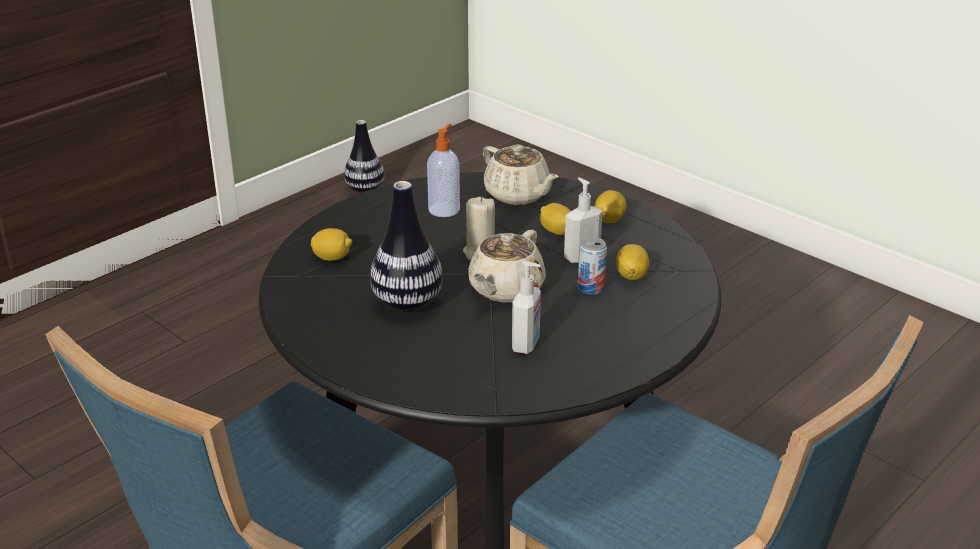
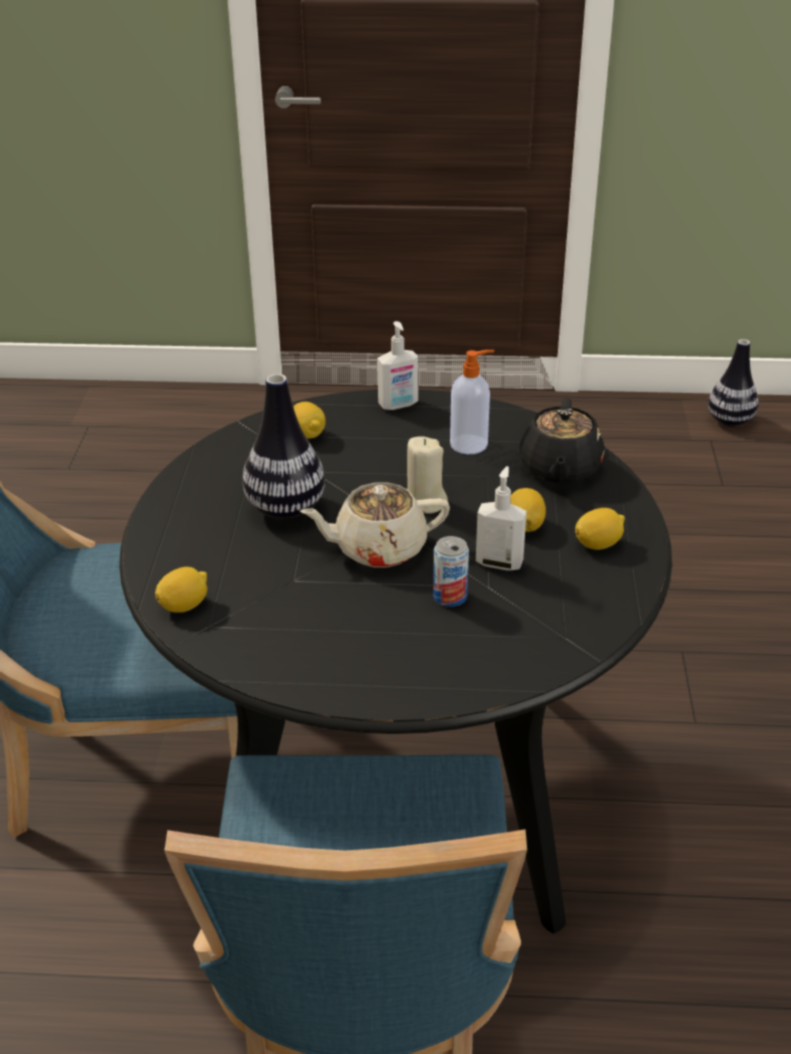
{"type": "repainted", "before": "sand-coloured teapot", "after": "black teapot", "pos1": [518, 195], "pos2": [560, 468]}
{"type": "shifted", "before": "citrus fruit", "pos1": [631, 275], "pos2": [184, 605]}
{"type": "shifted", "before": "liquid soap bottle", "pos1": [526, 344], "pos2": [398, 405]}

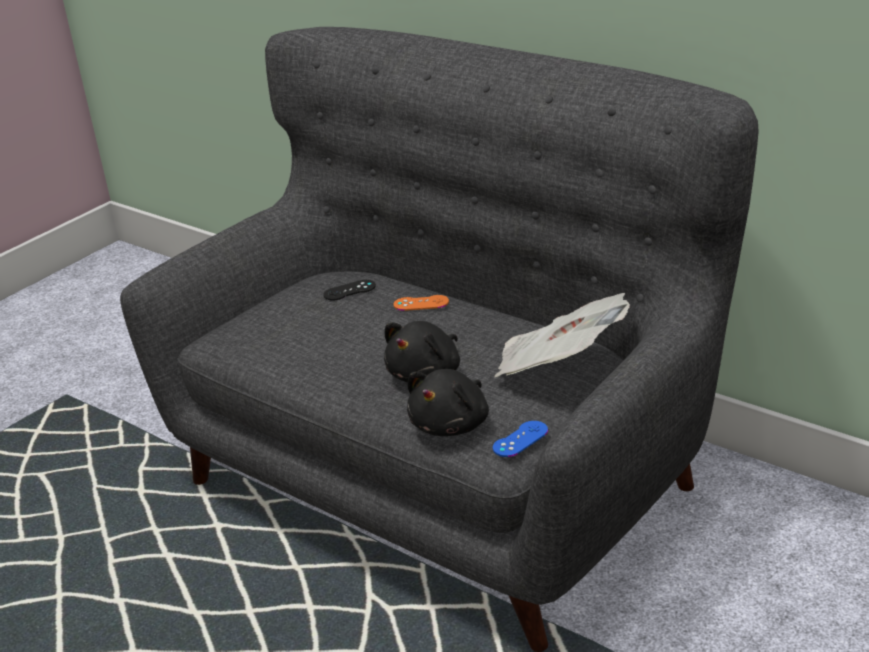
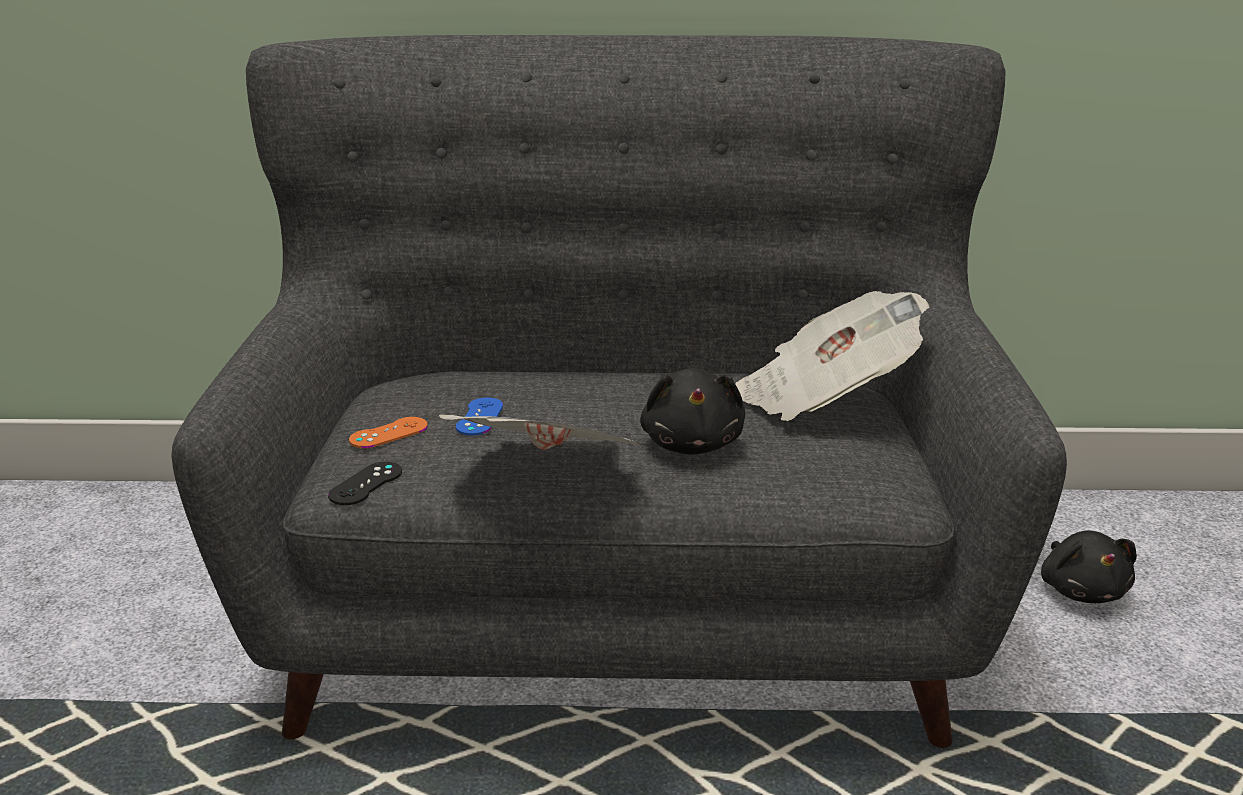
{"type": "shifted", "before": "black gamepad", "pos1": [349, 290], "pos2": [366, 484]}
{"type": "shifted", "before": "orange gamepad", "pos1": [421, 303], "pos2": [388, 433]}
{"type": "shifted", "before": "black cuddly toy", "pos1": [452, 425], "pos2": [1082, 590]}
{"type": "shifted", "before": "bluish gamepad", "pos1": [520, 439], "pos2": [479, 417]}
{"type": "new", "after": "newspaper", "pos2": [550, 478]}

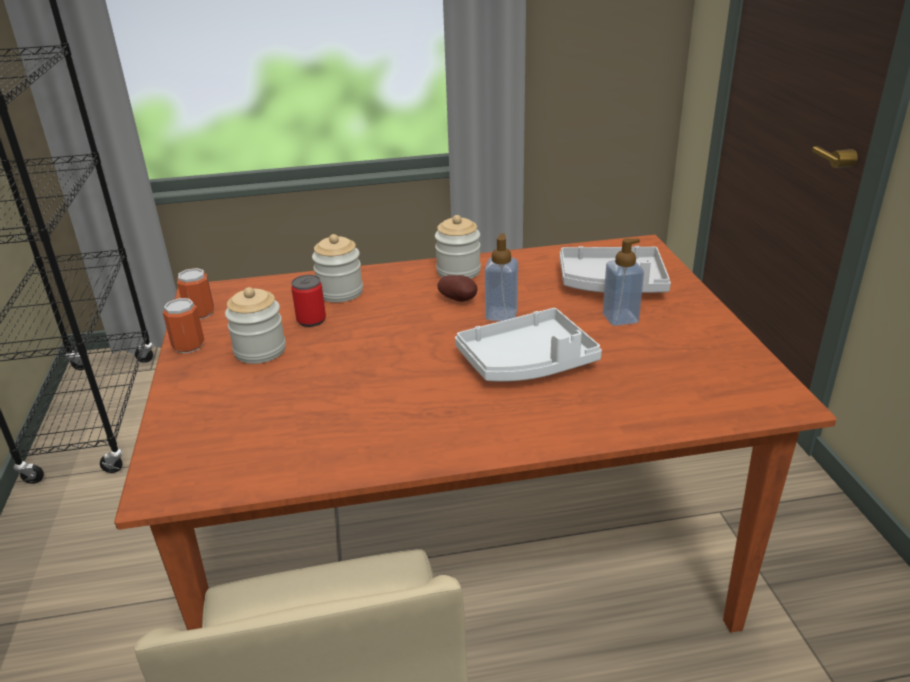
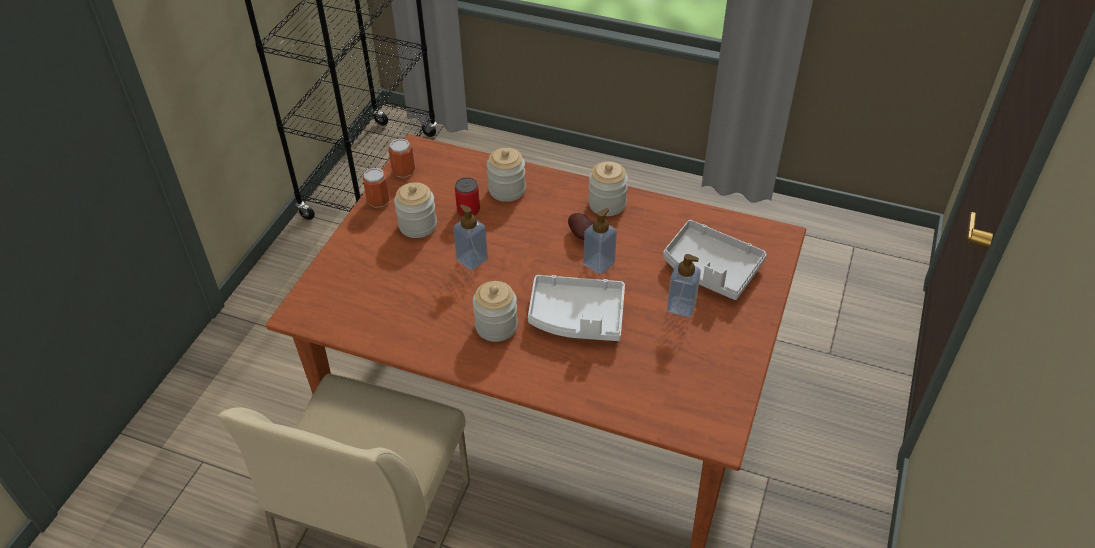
{"type": "new", "after": "liquid soap bottle", "pos2": [472, 260]}
{"type": "new", "after": "jar", "pos2": [496, 326]}

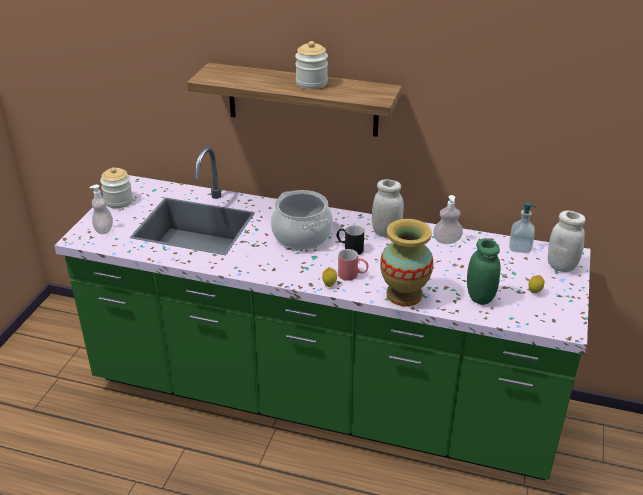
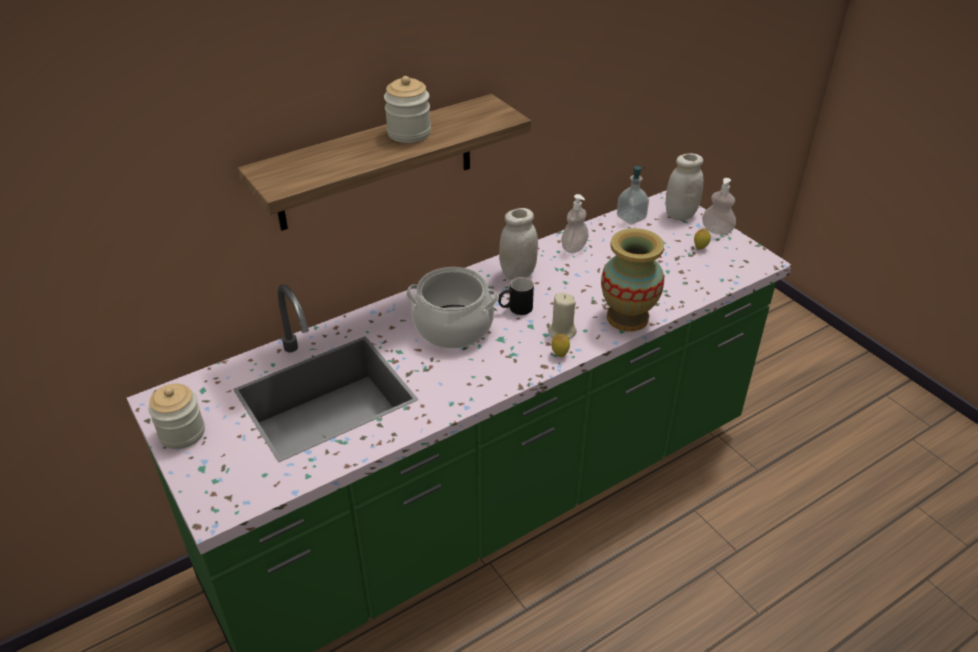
{"type": "shifted", "before": "liquid soap bottle", "pos1": [104, 229], "pos2": [716, 230]}
{"type": "gone", "before": "greenish jar", "pos1": [480, 297]}
{"type": "swapped", "before": "red-coloured mug", "after": "sand-coloured wax light", "pos1": [352, 275], "pos2": [561, 331]}

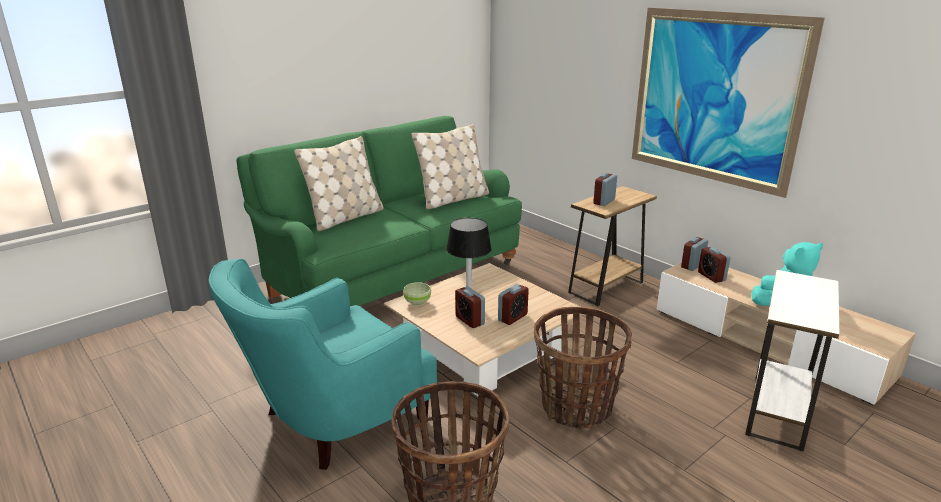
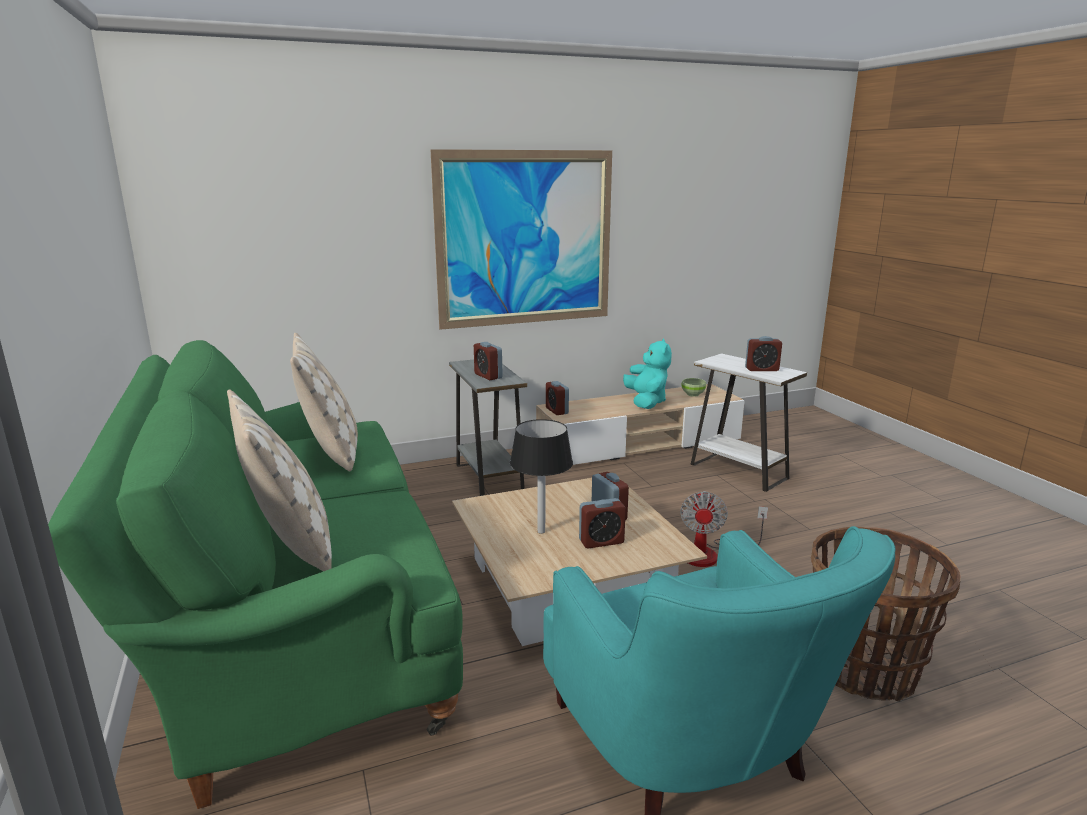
{"type": "repainted", "before": "brownish end table", "after": "grey end table", "pos1": [606, 287], "pos2": [489, 479]}
{"type": "shifted", "before": "table clock", "pos1": [711, 276], "pos2": [761, 369]}
{"type": "shifted", "before": "greenish serving bowl", "pos1": [417, 302], "pos2": [692, 394]}
{"type": "swapped", "before": "storage basket", "after": "cooling fan", "pos1": [576, 408], "pos2": [710, 554]}

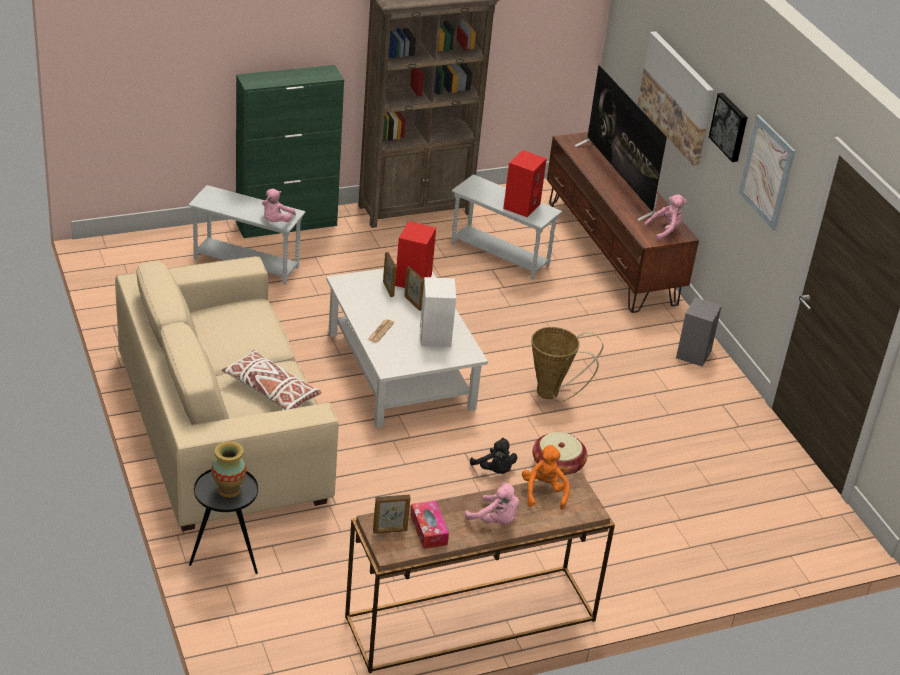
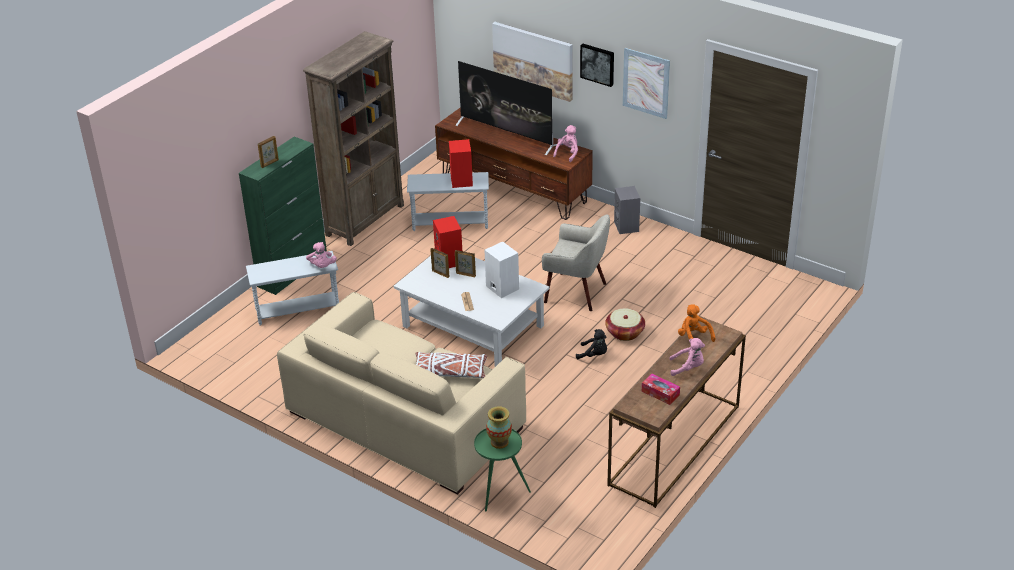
{"type": "swapped", "before": "storage basket", "after": "sand-coloured easy chair", "pos1": [553, 394], "pos2": [576, 292]}
{"type": "repainted", "before": "black end table", "after": "greenish end table", "pos1": [226, 555], "pos2": [499, 492]}
{"type": "shifted", "before": "picture frame", "pos1": [390, 531], "pos2": [270, 163]}

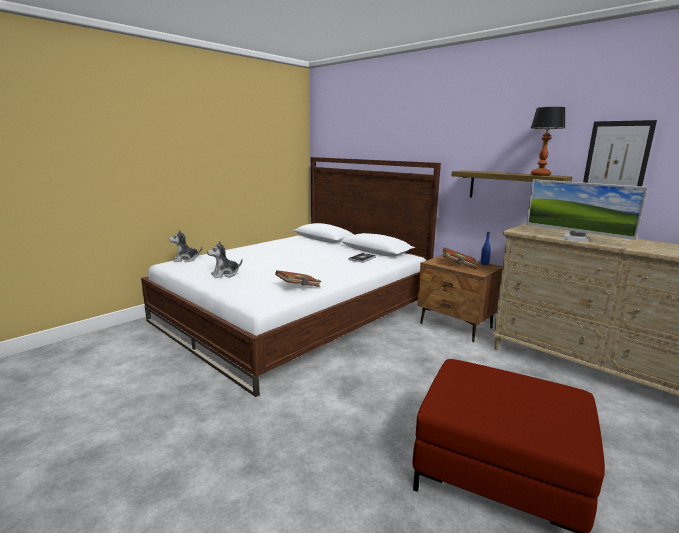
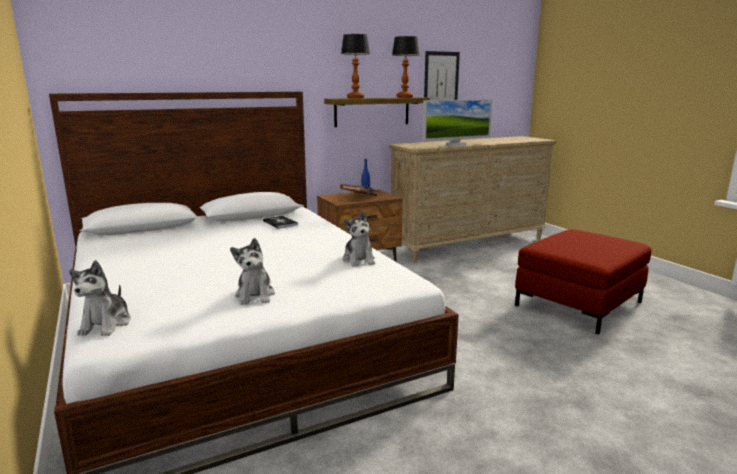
{"type": "swapped", "before": "brownish book", "after": "cuddly toy", "pos1": [298, 286], "pos2": [359, 260]}
{"type": "new", "after": "table lamp", "pos2": [355, 98]}

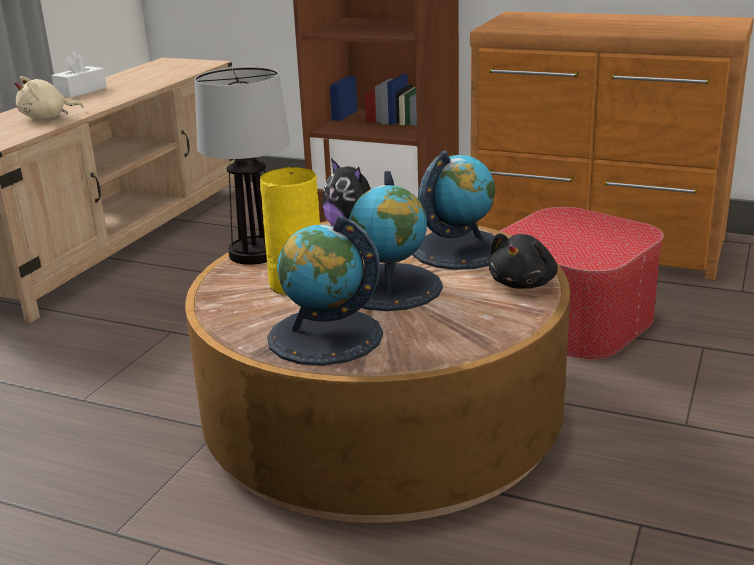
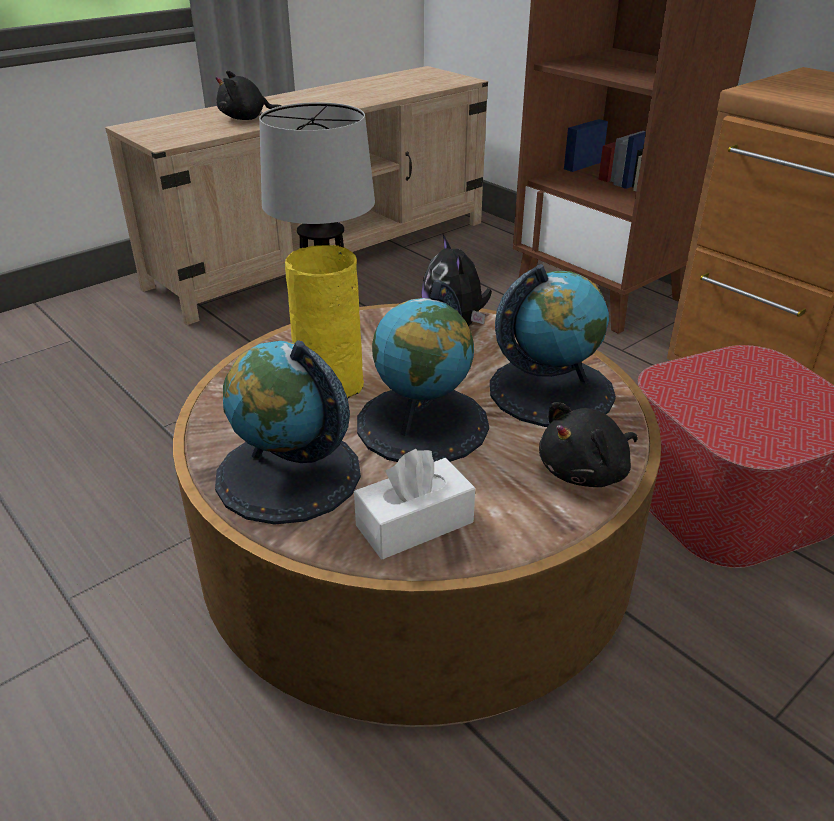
{"type": "shifted", "before": "whitish tissue box", "pos1": [81, 91], "pos2": [414, 524]}
{"type": "repainted", "before": "sand-coloured cuddly toy", "after": "black cuddly toy", "pos1": [47, 117], "pos2": [247, 118]}

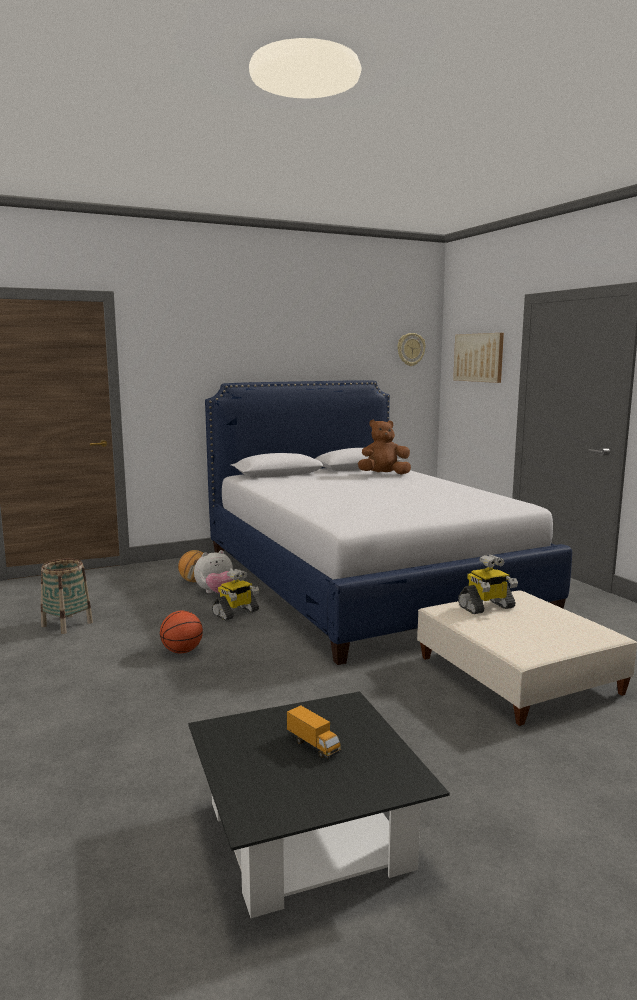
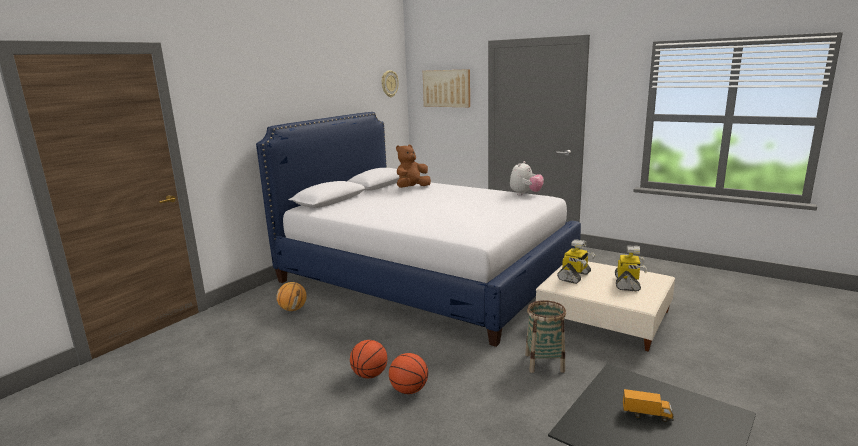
{"type": "shifted", "before": "cuddly toy", "pos1": [216, 593], "pos2": [525, 194]}
{"type": "shifted", "before": "storage basket", "pos1": [67, 624], "pos2": [544, 363]}
{"type": "shifted", "before": "robot figure", "pos1": [236, 613], "pos2": [627, 284]}
{"type": "new", "after": "ball for basketball", "pos2": [409, 390]}

